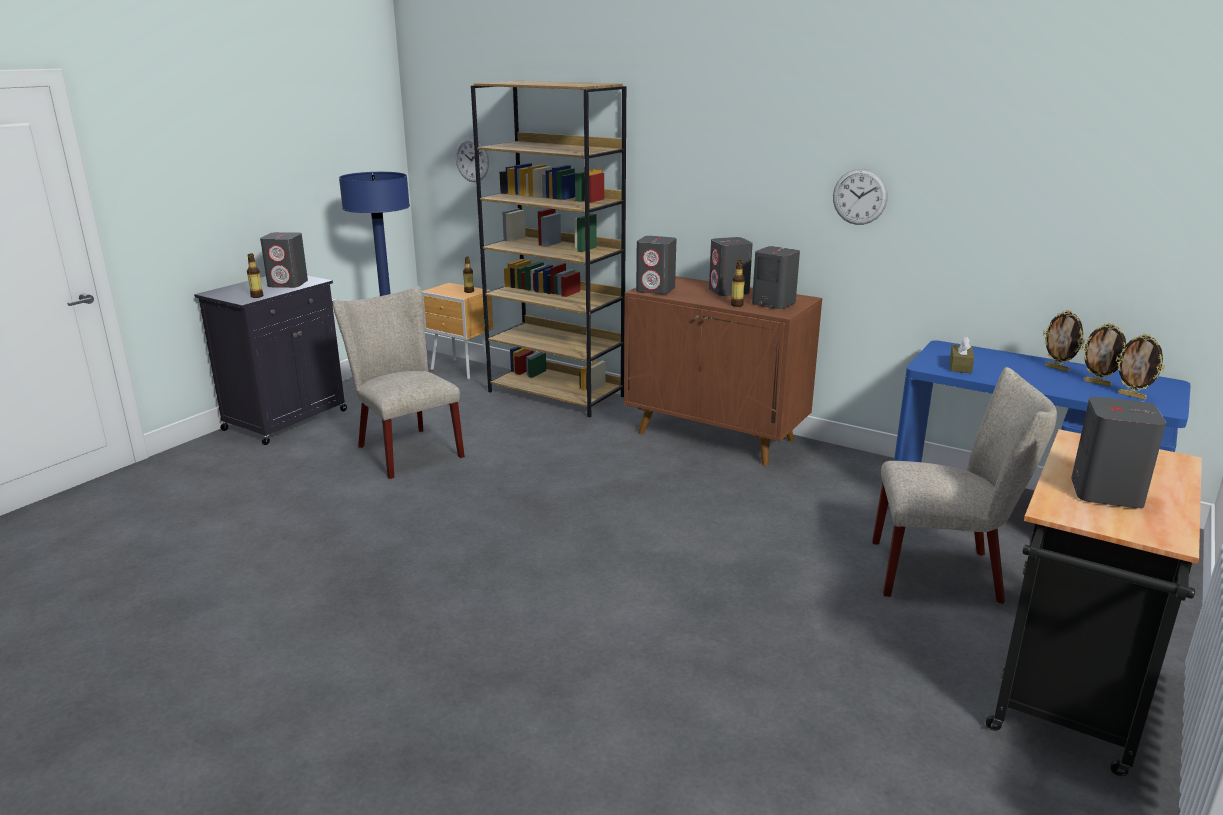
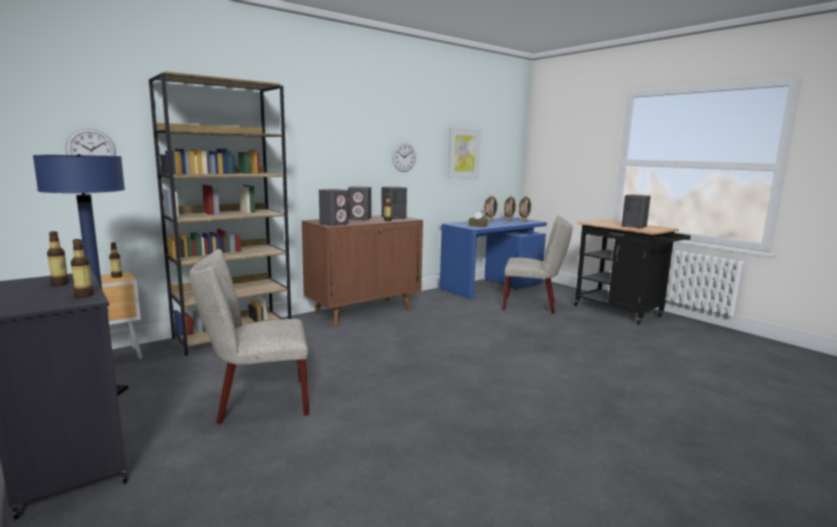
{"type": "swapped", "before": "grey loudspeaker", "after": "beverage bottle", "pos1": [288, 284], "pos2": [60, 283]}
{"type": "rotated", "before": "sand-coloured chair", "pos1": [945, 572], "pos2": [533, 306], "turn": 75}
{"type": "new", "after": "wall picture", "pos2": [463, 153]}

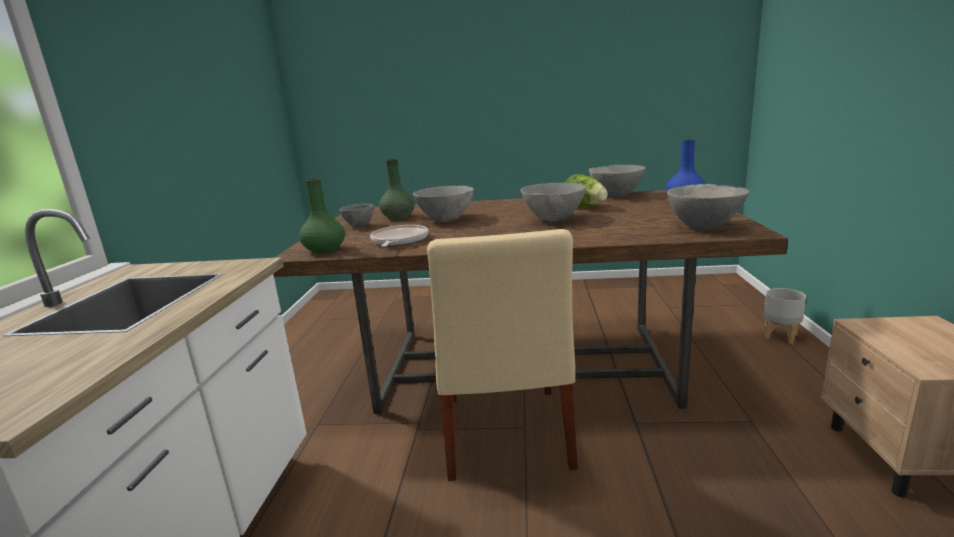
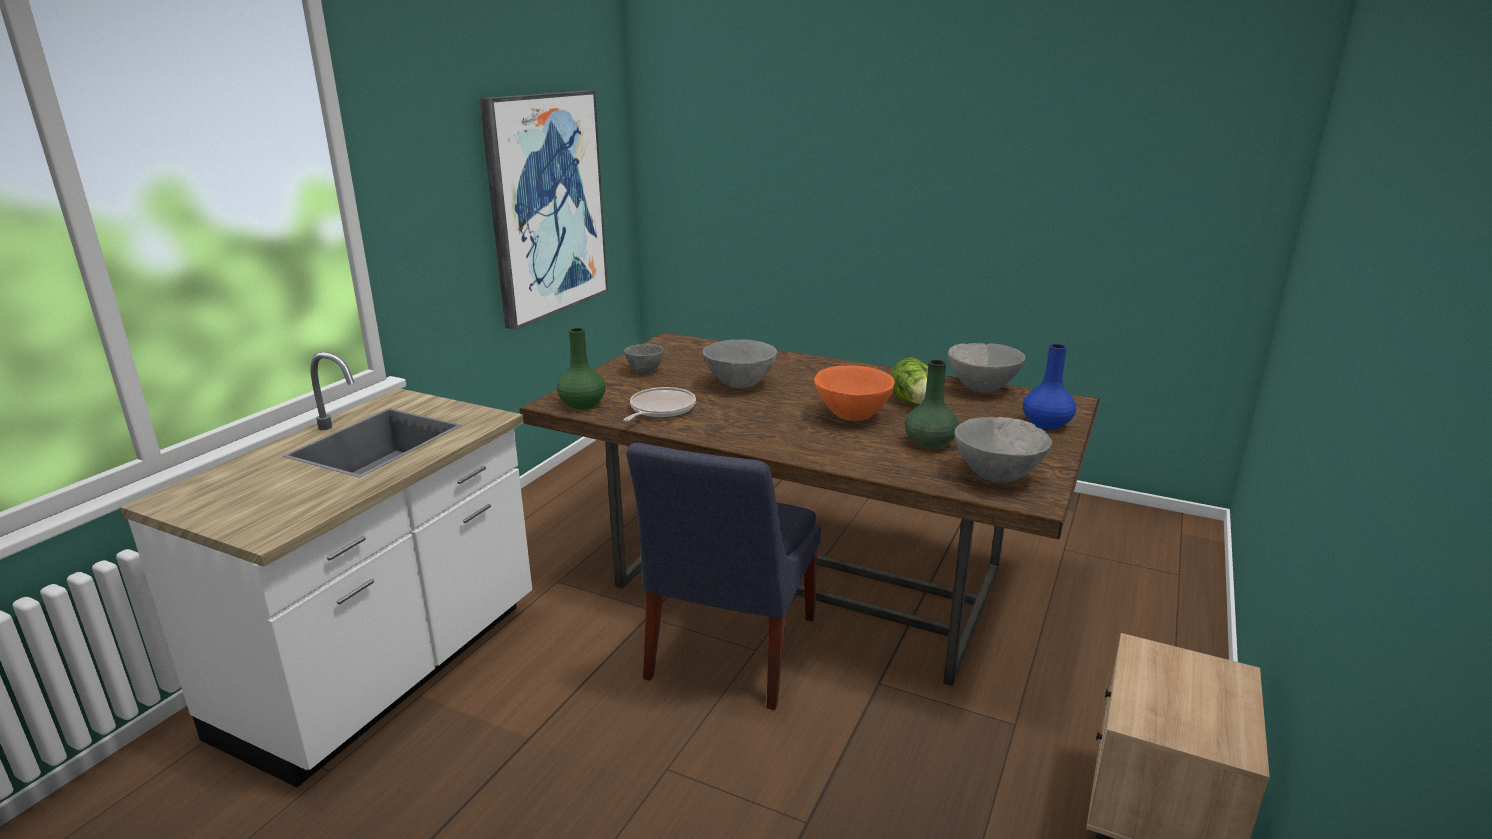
{"type": "shifted", "before": "greenish decorative vase", "pos1": [398, 217], "pos2": [929, 443]}
{"type": "repainted", "before": "grey serving bowl", "after": "orange serving bowl", "pos1": [553, 219], "pos2": [852, 416]}
{"type": "repainted", "before": "sand-coloured chair", "after": "bluish chair", "pos1": [505, 436], "pos2": [729, 652]}
{"type": "gone", "before": "grey planter", "pos1": [781, 336]}
{"type": "new", "after": "wall picture", "pos2": [545, 206]}

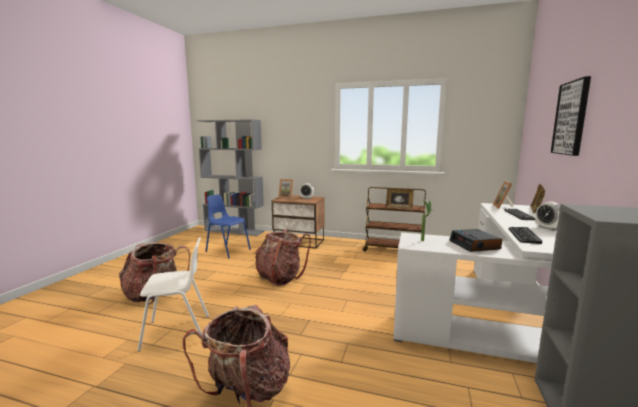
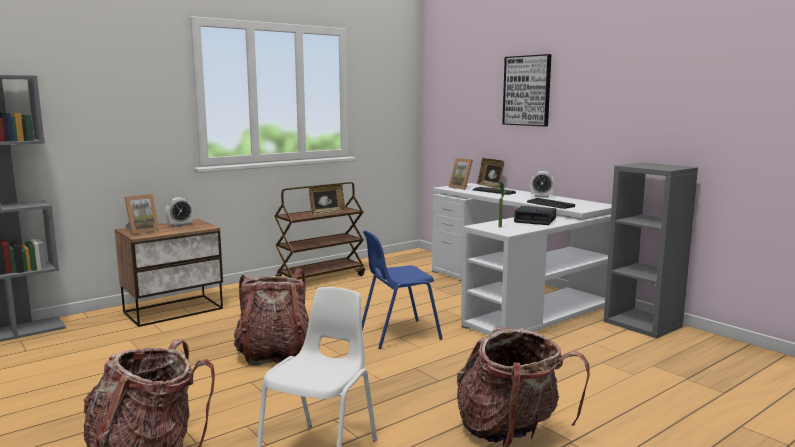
{"type": "shifted", "before": "bluish chair", "pos1": [227, 250], "pos2": [398, 334]}

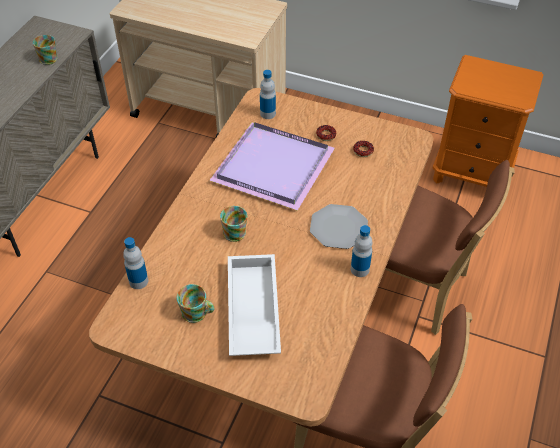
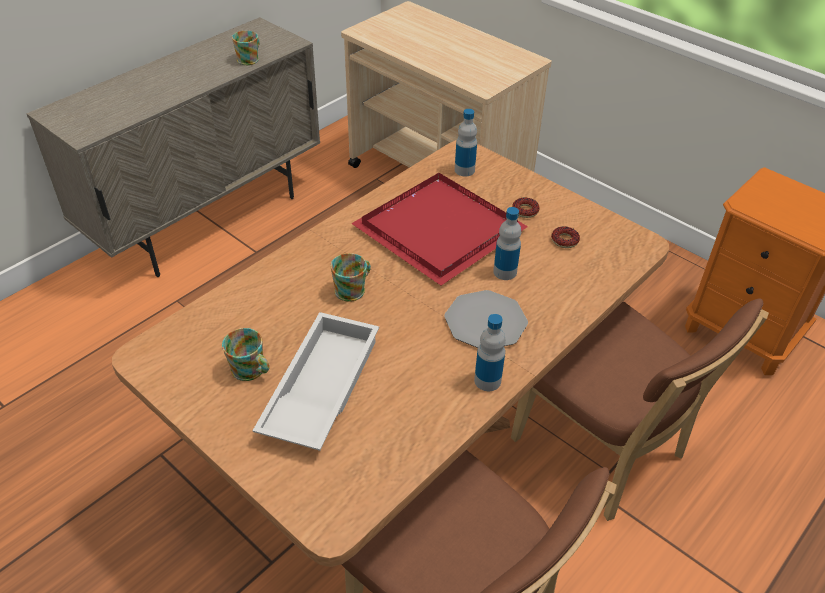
{"type": "repainted", "before": "purplish serving tray", "after": "red-coloured serving tray", "pos1": [272, 165], "pos2": [439, 227]}
{"type": "shifted", "before": "beverage bottle", "pos1": [138, 281], "pos2": [505, 272]}

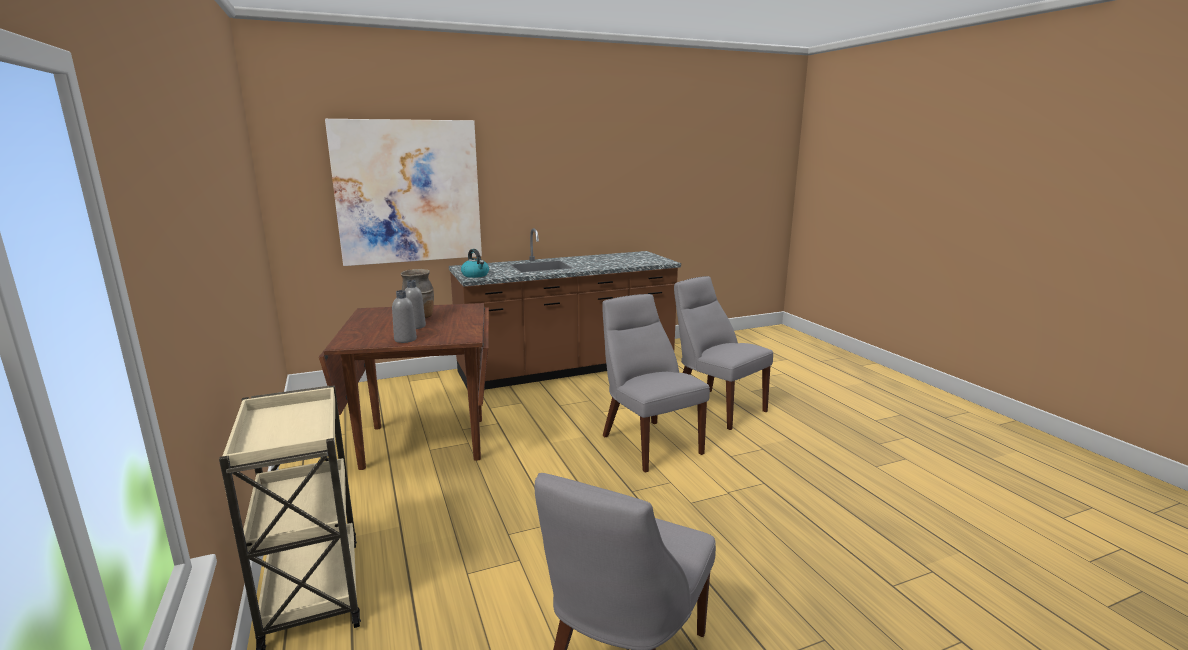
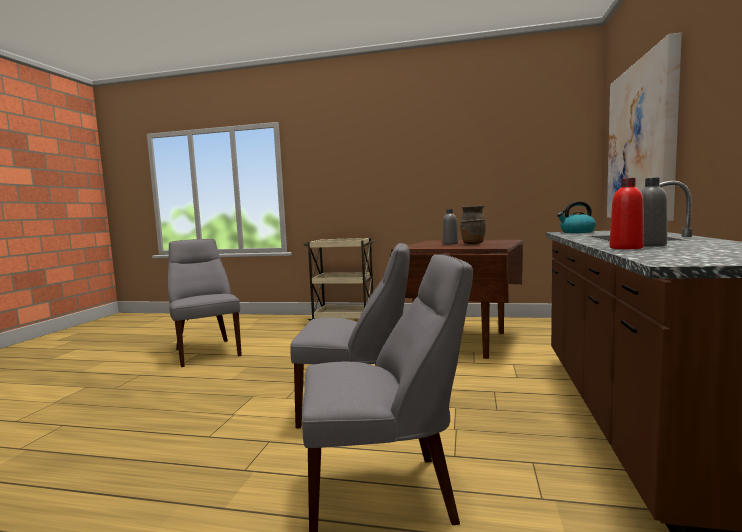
{"type": "shifted", "before": "grey beverage bottle", "pos1": [405, 339], "pos2": [649, 245]}
{"type": "new", "after": "red-coloured beverage bottle", "pos2": [626, 248]}

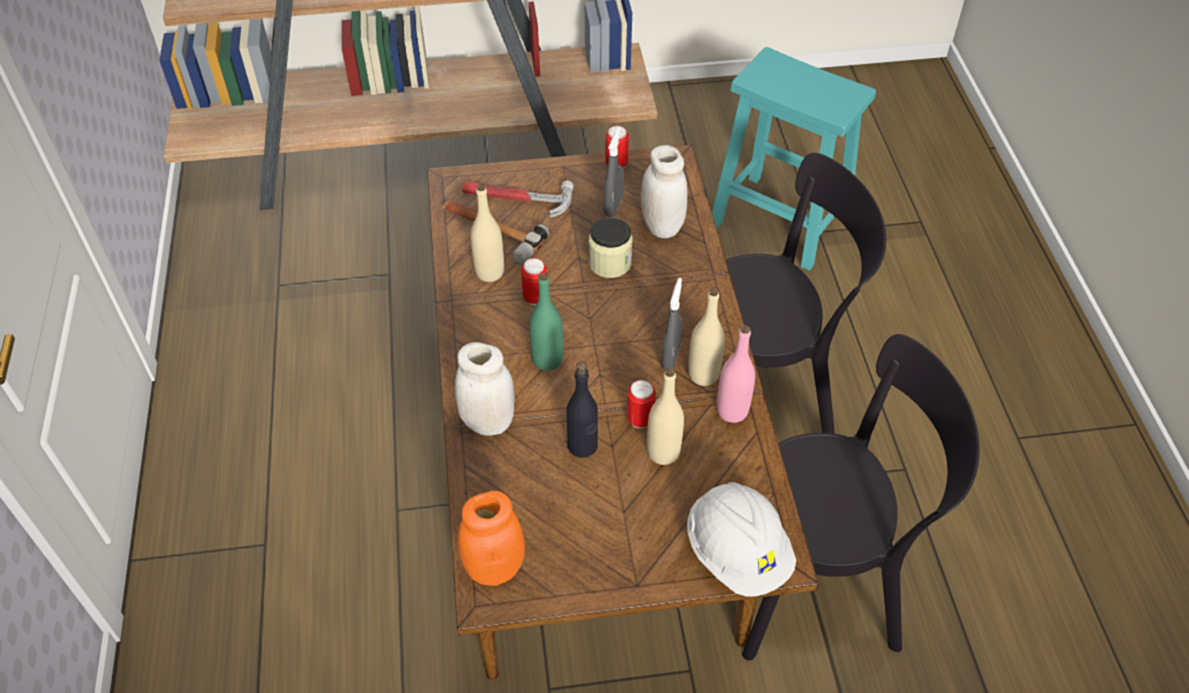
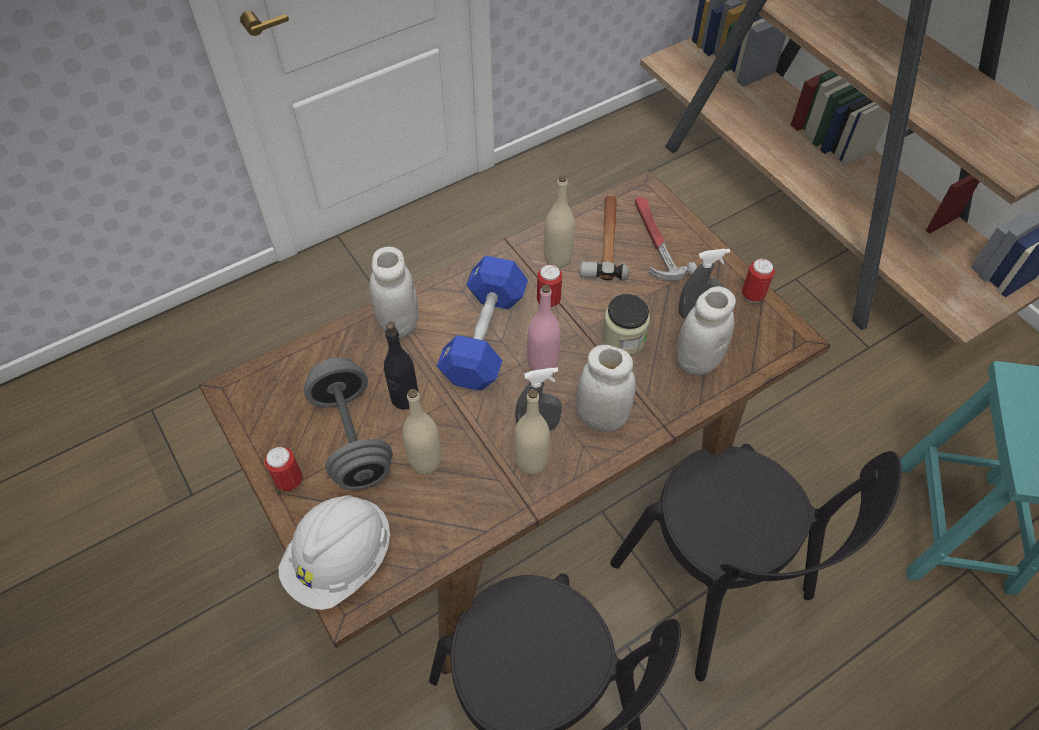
{"type": "swapped", "before": "greenish beverage bottle", "after": "bluish hand weight", "pos1": [547, 359], "pos2": [484, 337]}
{"type": "shifted", "before": "pinkish beverage bottle", "pos1": [732, 411], "pos2": [542, 363]}
{"type": "shifted", "before": "sealed can", "pos1": [640, 419], "pos2": [289, 481]}
{"type": "gone", "before": "orange jar", "pos1": [494, 567]}
{"type": "new", "after": "whitish jar", "pos2": [601, 417]}
{"type": "new", "after": "grey hand weight", "pos2": [352, 438]}

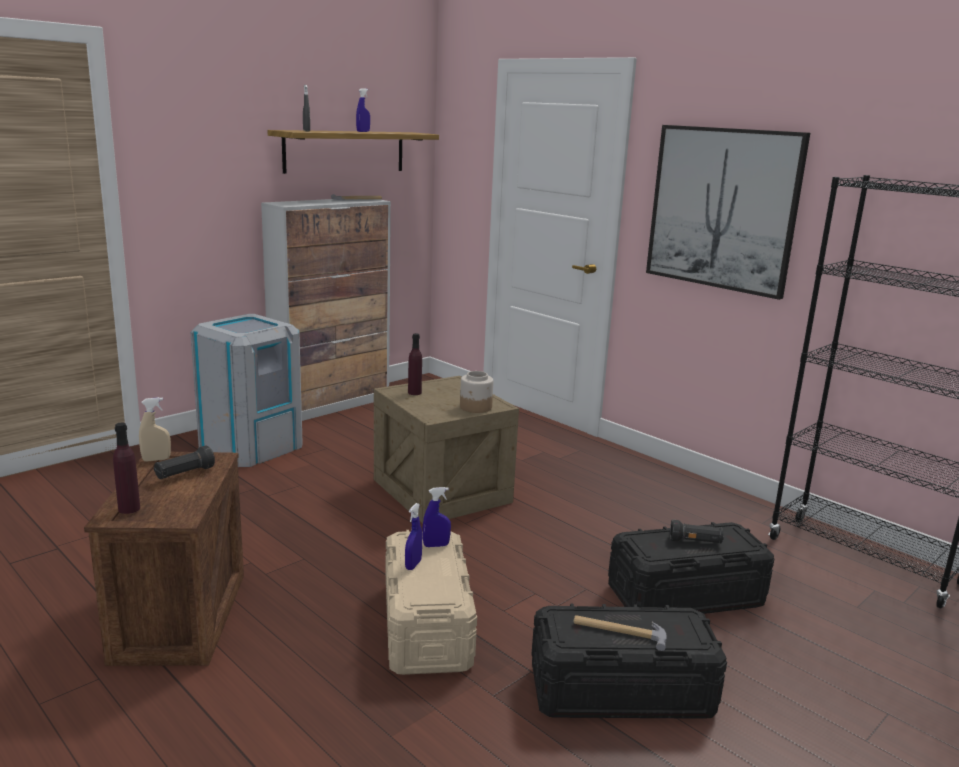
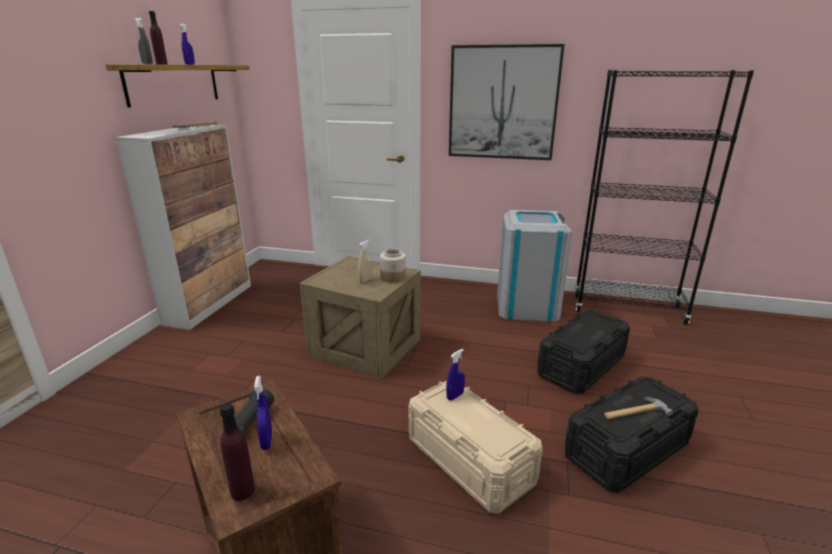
{"type": "shifted", "before": "grey waste bin", "pos1": [251, 446], "pos2": [526, 306]}
{"type": "shifted", "before": "purplish beverage bottle", "pos1": [414, 393], "pos2": [161, 64]}
{"type": "shifted", "before": "sand-coloured hand sprayer", "pos1": [156, 459], "pos2": [365, 280]}
{"type": "shifted", "before": "bluish hand sprayer", "pos1": [413, 565], "pos2": [267, 441]}
{"type": "gone", "before": "black flashlight", "pos1": [695, 542]}

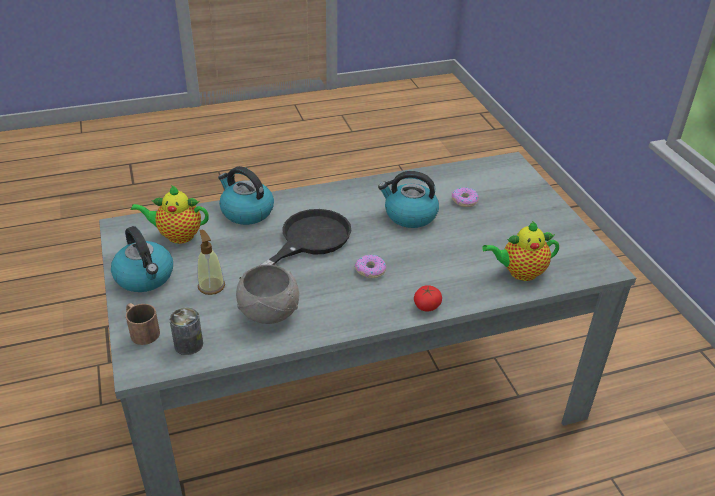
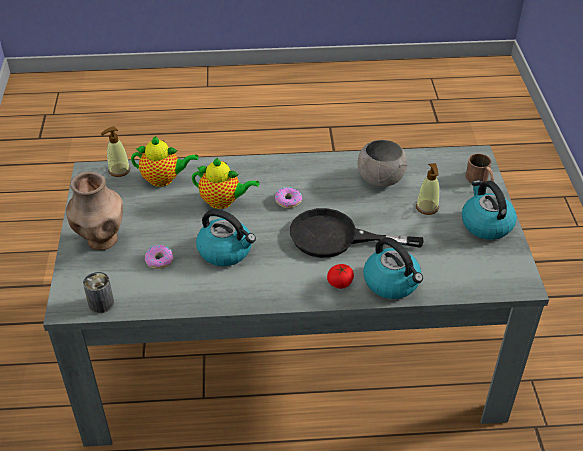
{"type": "shifted", "before": "teapot", "pos1": [177, 235], "pos2": [223, 202]}
{"type": "rotated", "before": "black frying pan", "pos1": [307, 241], "pos2": [336, 237], "turn": 45}
{"type": "shifted", "before": "fresh tomato", "pos1": [426, 306], "pos2": [340, 282]}
{"type": "shifted", "before": "sealed can", "pos1": [188, 344], "pos2": [101, 304]}
{"type": "new", "after": "liquid soap bottle", "pos2": [119, 170]}
{"type": "new", "after": "brownish decorative vase", "pos2": [101, 241]}

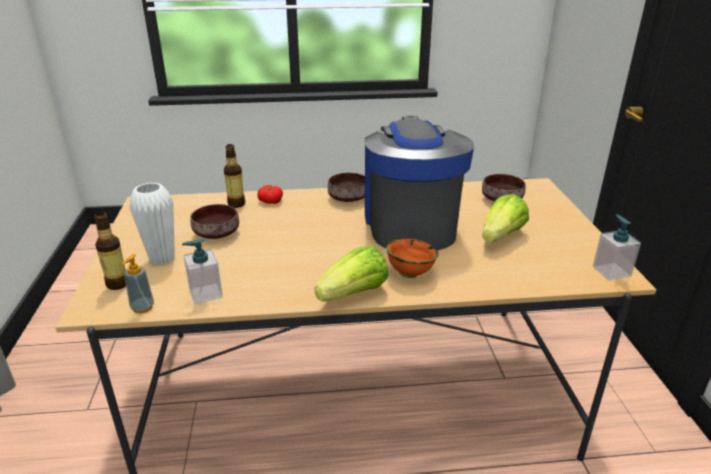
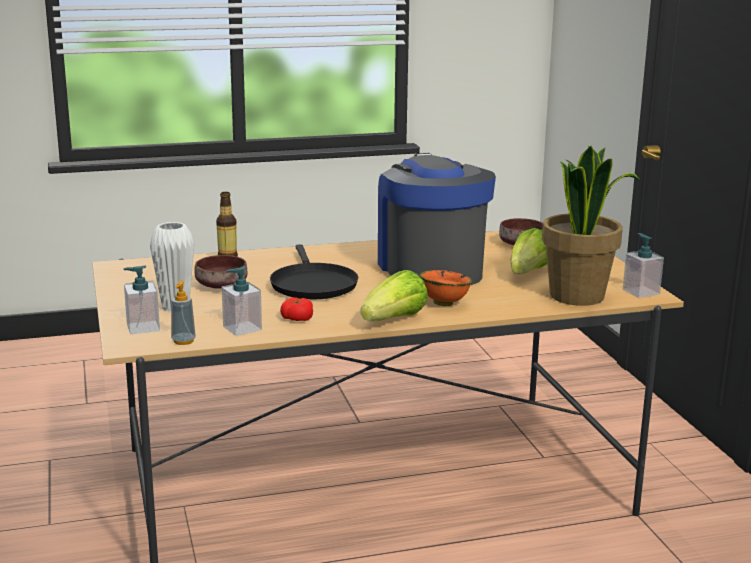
{"type": "gone", "before": "brownish serving bowl", "pos1": [347, 197]}
{"type": "shifted", "before": "fresh tomato", "pos1": [270, 201], "pos2": [297, 318]}
{"type": "swapped", "before": "beverage bottle", "after": "liquid soap bottle", "pos1": [117, 284], "pos2": [142, 327]}
{"type": "new", "after": "potted plant", "pos2": [578, 296]}
{"type": "new", "after": "black frying pan", "pos2": [312, 284]}

